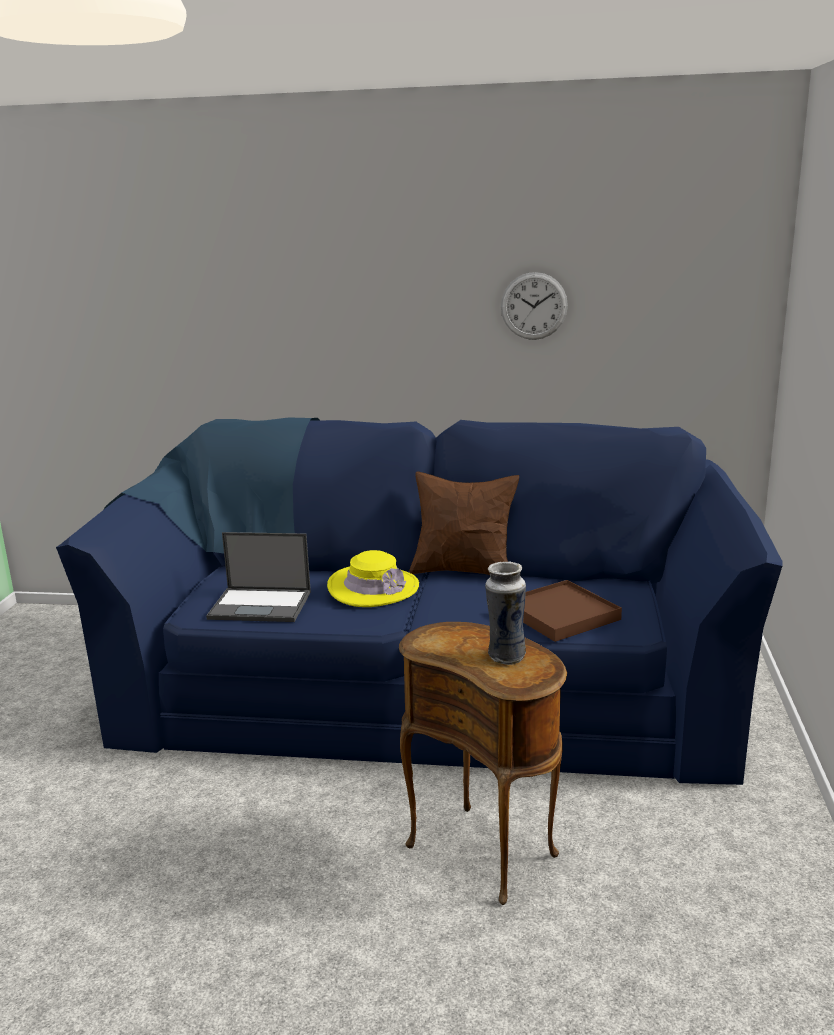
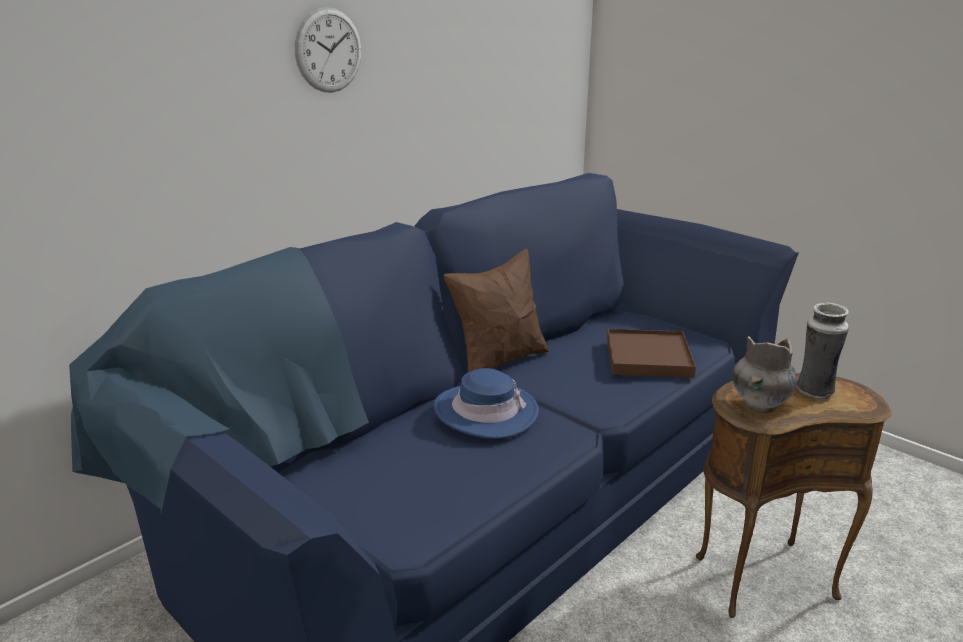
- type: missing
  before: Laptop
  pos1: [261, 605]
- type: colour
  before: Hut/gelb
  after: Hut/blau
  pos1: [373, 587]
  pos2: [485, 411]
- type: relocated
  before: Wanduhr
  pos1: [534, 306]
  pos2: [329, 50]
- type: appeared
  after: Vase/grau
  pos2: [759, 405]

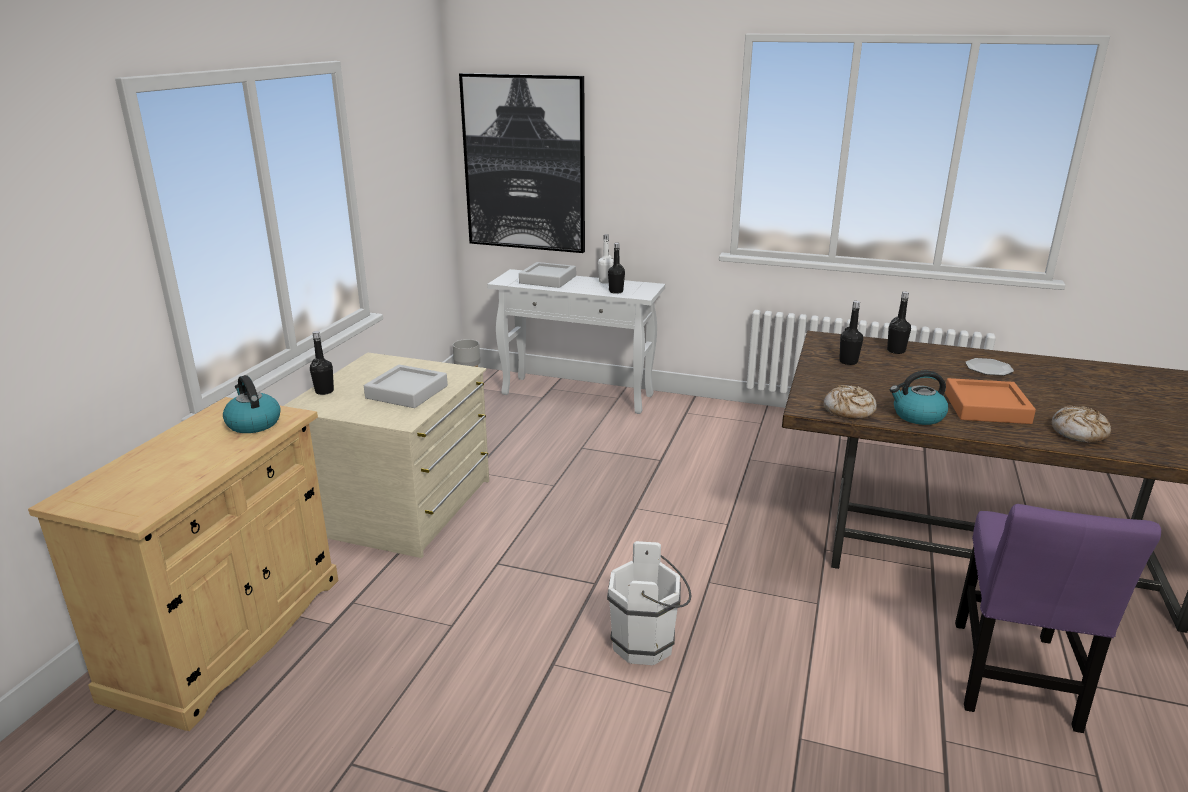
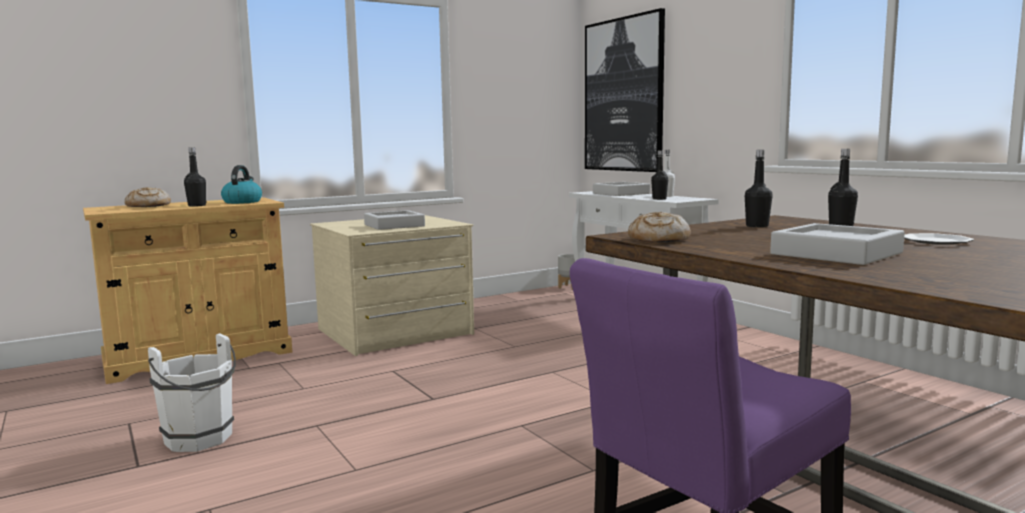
- type: relocated
  before: Flasche/schwarz
  pos1: [324, 391]
  pos2: [197, 205]
- type: relocated
  before: Eimer/weiß
  pos1: [648, 645]
  pos2: [200, 440]
- type: missing
  before: Wasserkessel
  pos1: [917, 416]
- type: colour
  before: Tablett/orange
  after: Tablett/grau
  pos1: [986, 408]
  pos2: [836, 253]
- type: relocated
  before: Brot
  pos1: [1078, 433]
  pos2: [148, 206]

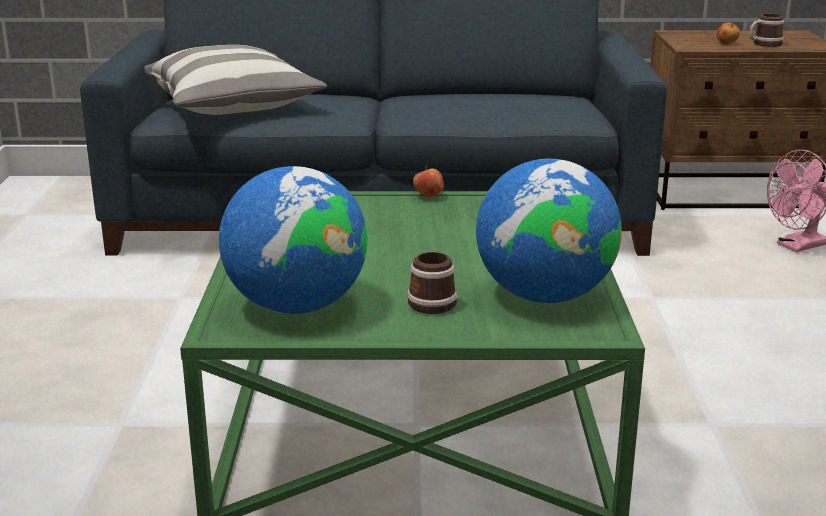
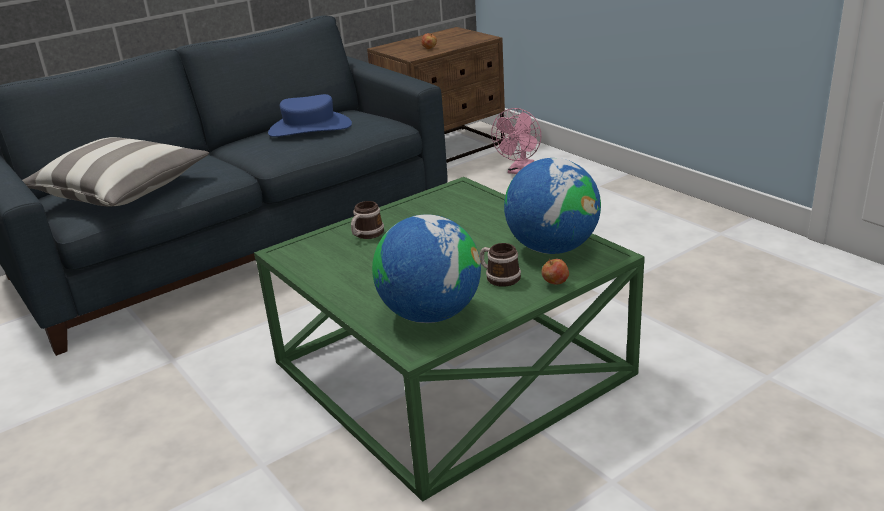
- type: relocated
  before: Apfel
  pos1: [428, 196]
  pos2: [555, 283]
- type: relocated
  before: Henkelbecher
  pos1: [763, 44]
  pos2: [366, 235]
- type: appeared
  after: Hut/blau
  pos2: [310, 128]

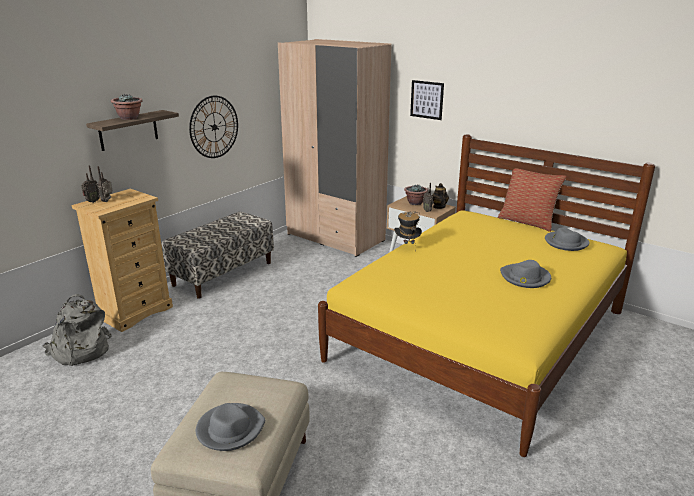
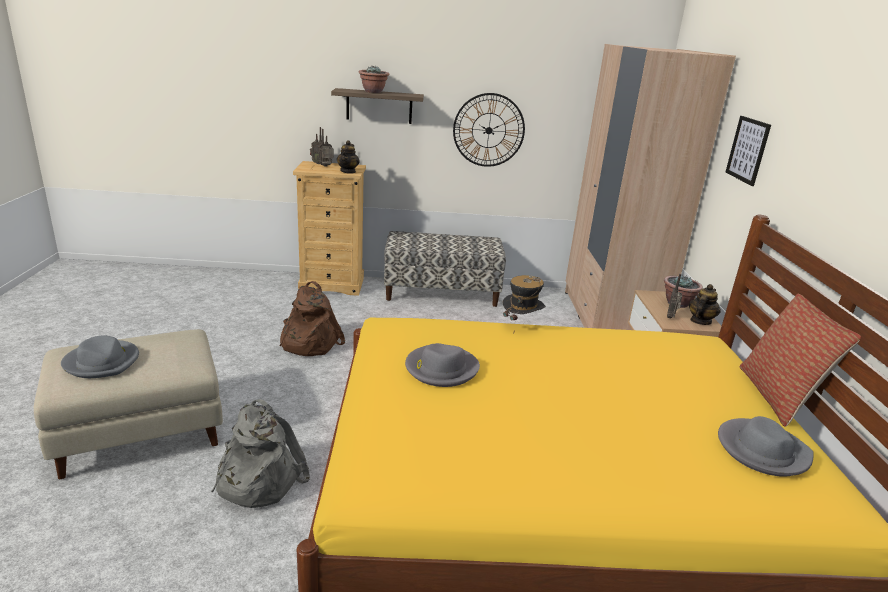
- type: relocated
  before: Rucksack/grau
  pos1: [80, 351]
  pos2: [258, 478]
- type: relocated
  before: Hut/grau
  pos1: [525, 278]
  pos2: [441, 368]
- type: appeared
  after: Rucksack/braun
  pos2: [308, 342]
- type: appeared
  after: Teekanne
  pos2: [348, 171]

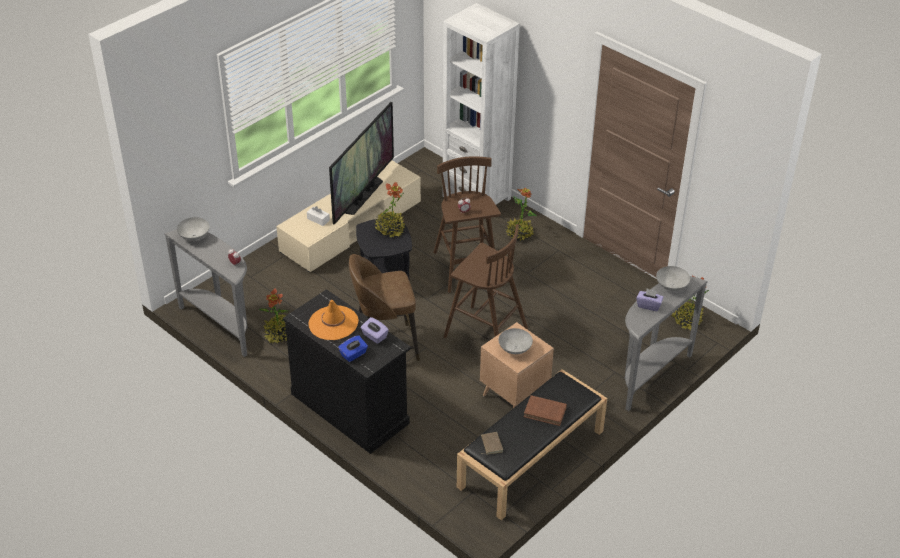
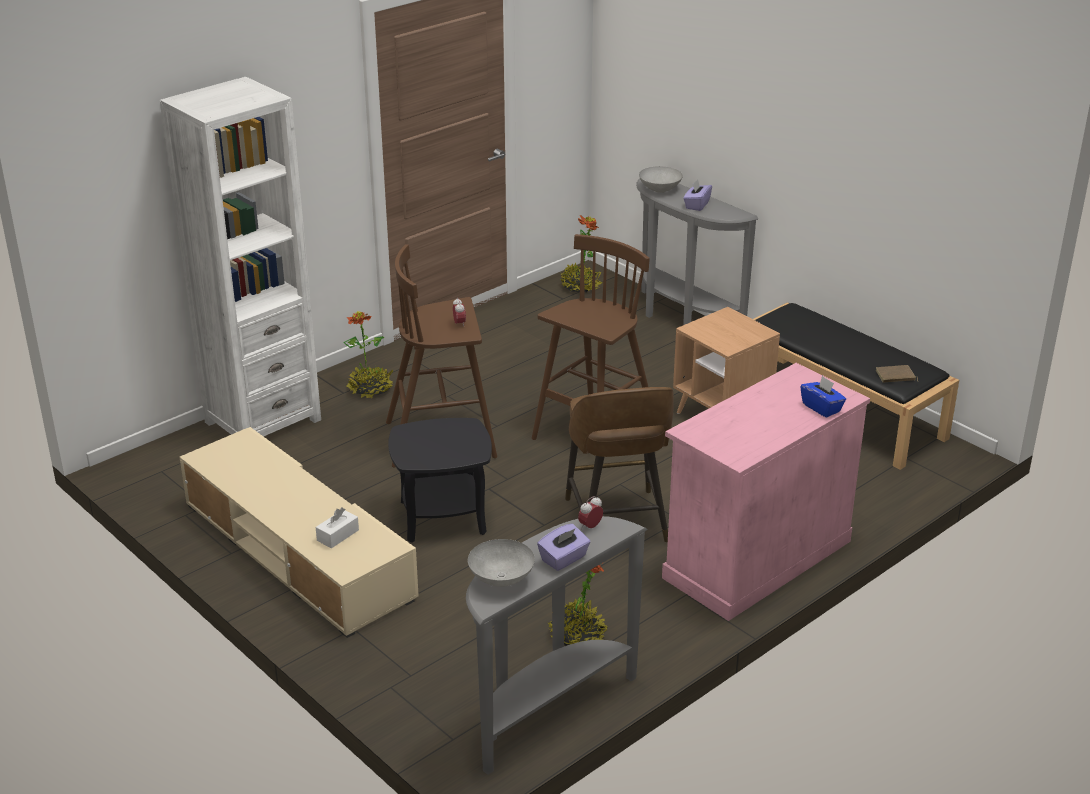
- type: colour
  before: Schrank/schwarz
  after: Schrank/rosa
  pos1: [350, 408]
  pos2: [757, 559]
- type: missing
  before: Hut/orange
  pos1: [333, 323]
- type: missing
  before: Fernseher
  pos1: [362, 196]
- type: relocated
  before: Taschentuchbox/lila
  pos1: [374, 336]
  pos2: [564, 559]
- type: missing
  before: Topfpflanze
  pos1: [390, 229]
- type: missing
  before: Schüssel/grau
  pos1: [514, 349]
- type: missing
  before: Buch/braun
  pos1: [546, 412]

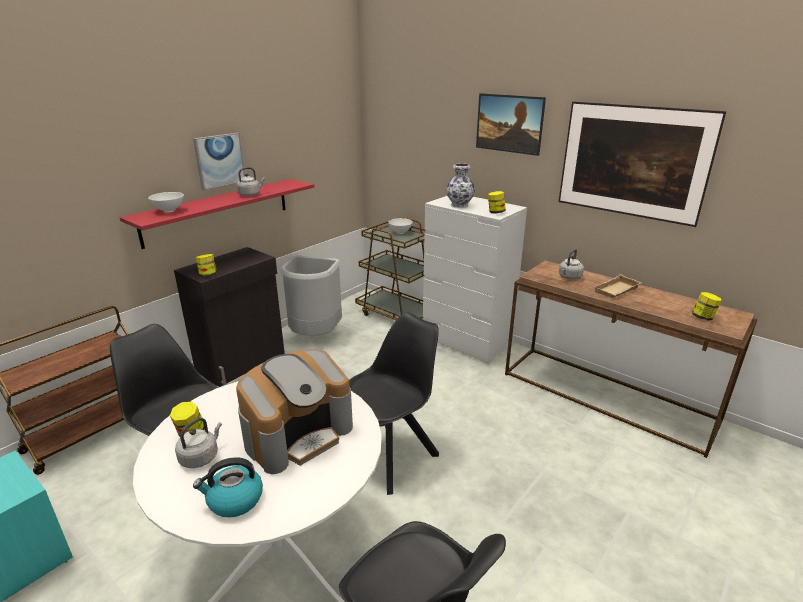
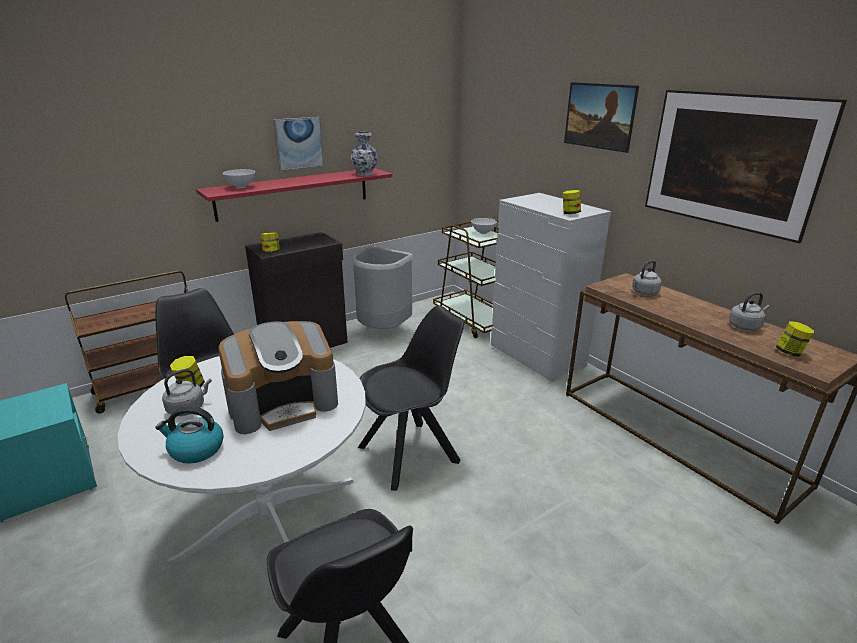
- type: relocated
  before: Wasserkessel/grau
  pos1: [250, 194]
  pos2: [745, 326]
- type: relocated
  before: Vase
  pos1: [460, 205]
  pos2: [365, 174]
- type: missing
  before: Tablett/beige
  pos1: [617, 290]

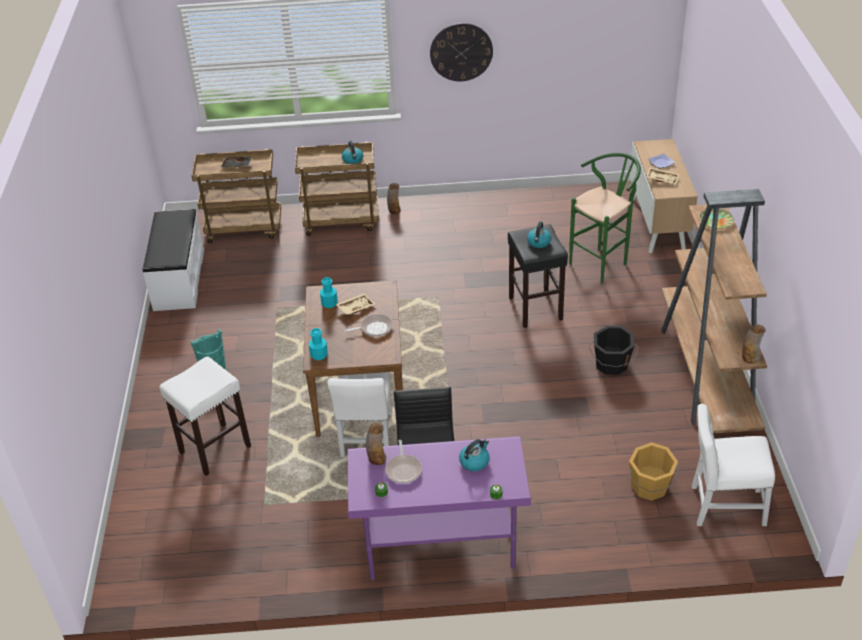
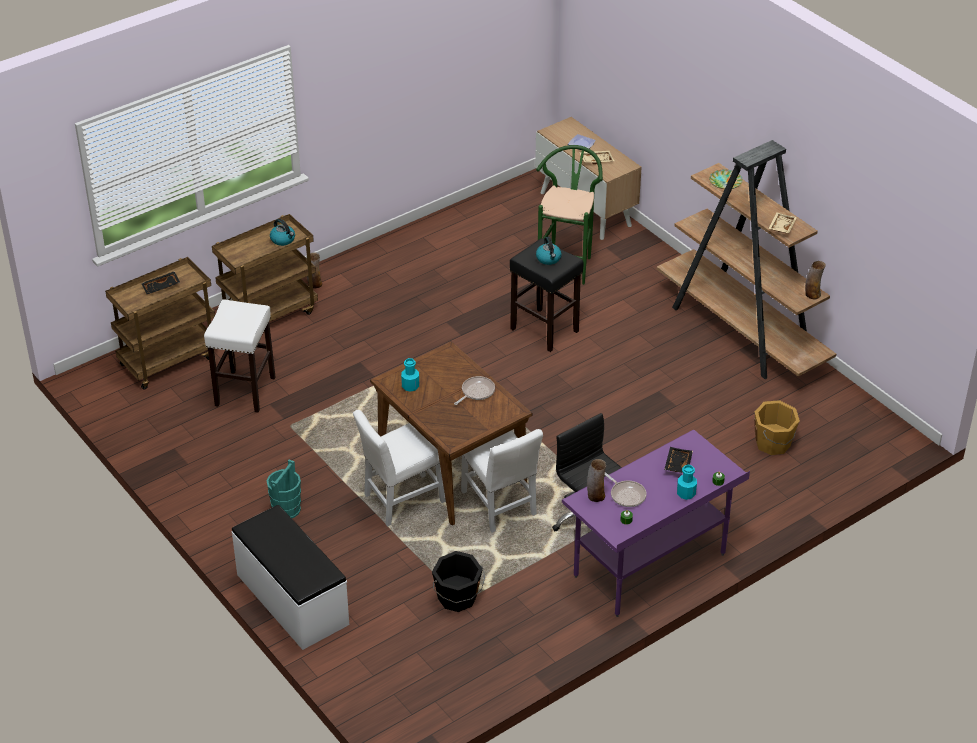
- type: relocated
  before: Bank/weiß
  pos1: [178, 279]
  pos2: [291, 600]
- type: relocated
  before: Hocker/weiß
  pos1: [214, 449]
  pos2: [245, 392]
- type: relocated
  before: Flasche/türkis
  pos1: [319, 355]
  pos2: [686, 493]
- type: relocated
  before: Tablett/beige
  pos1: [355, 307]
  pos2: [781, 227]
- type: missing
  before: Wanduhr
  pos1: [461, 52]
- type: exchanged
  before: Wasserkessel
  after: Tablett/schwarz
  pos1: [474, 461]
  pos2: [677, 464]
- type: relocated
  before: Eimer/schwarz
  pos1: [611, 364]
  pos2: [457, 598]
- type: relocated
  before: Stuhl/weiß
  pos1: [723, 506]
  pos2: [401, 501]

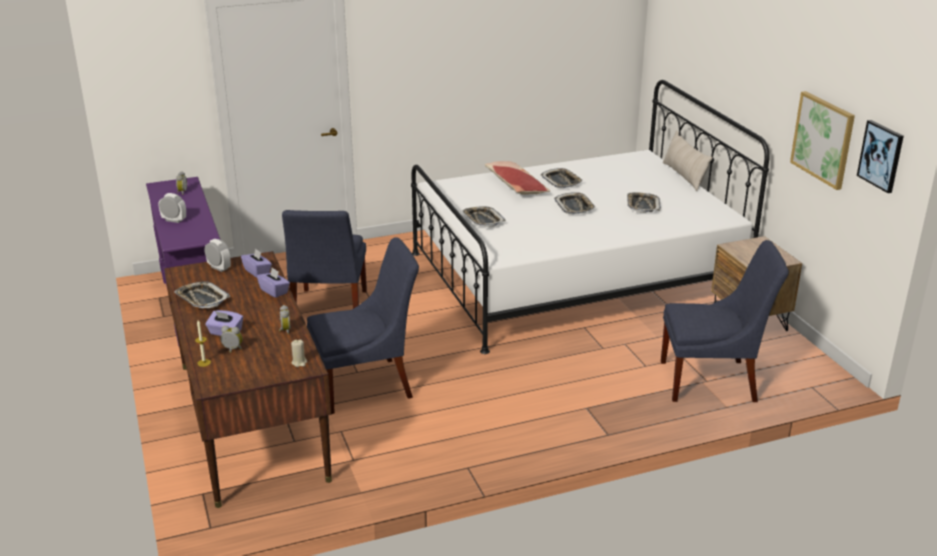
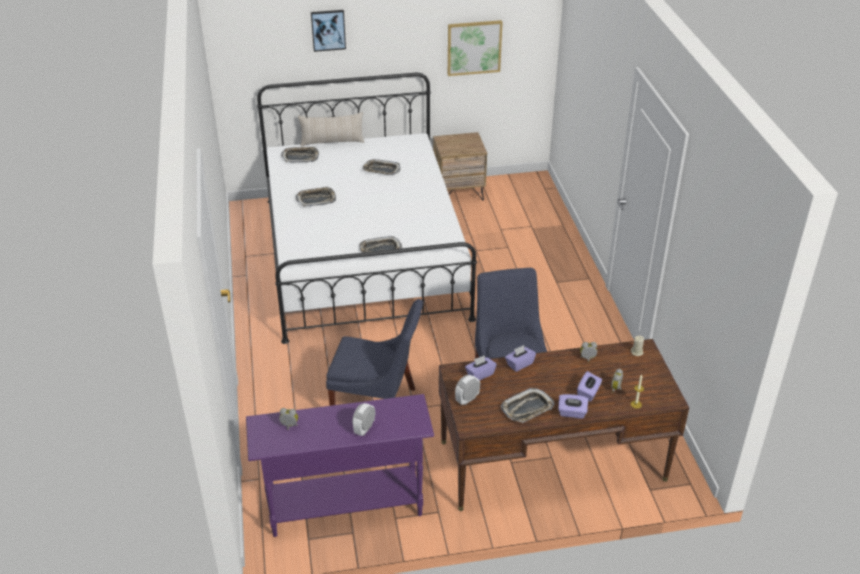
- type: missing
  before: Kissen
  pos1: [516, 186]
- type: relocated
  before: Tablett
  pos1: [574, 207]
  pos2: [300, 157]
- type: missing
  before: Stuhl/blau
  pos1: [713, 381]
- type: relocated
  before: Bild
  pos1: [881, 156]
  pos2: [328, 30]
- type: appeared
  after: Taschentuchbox/lila
  pos2: [572, 413]

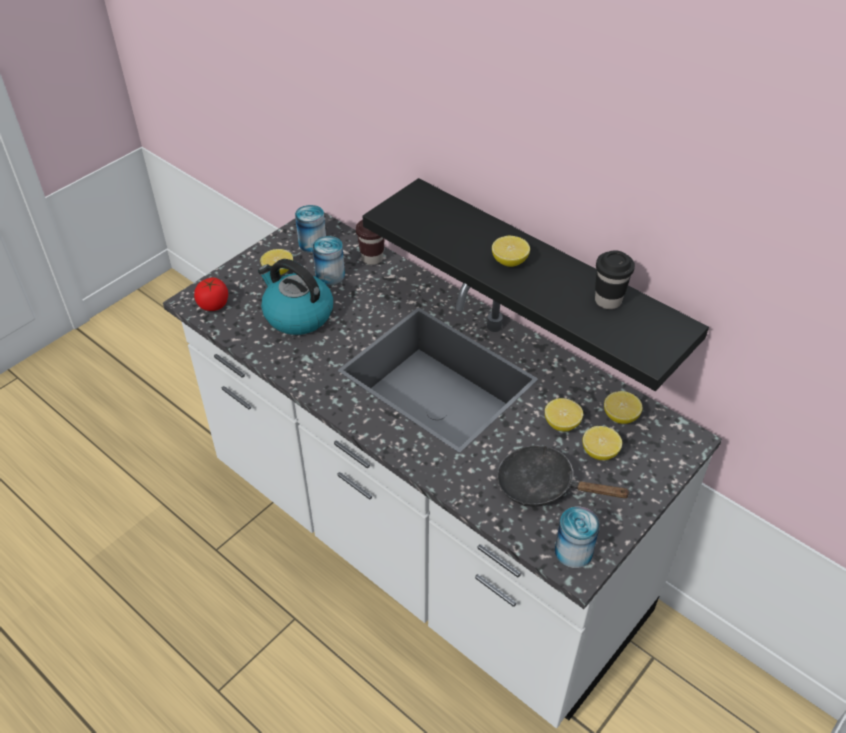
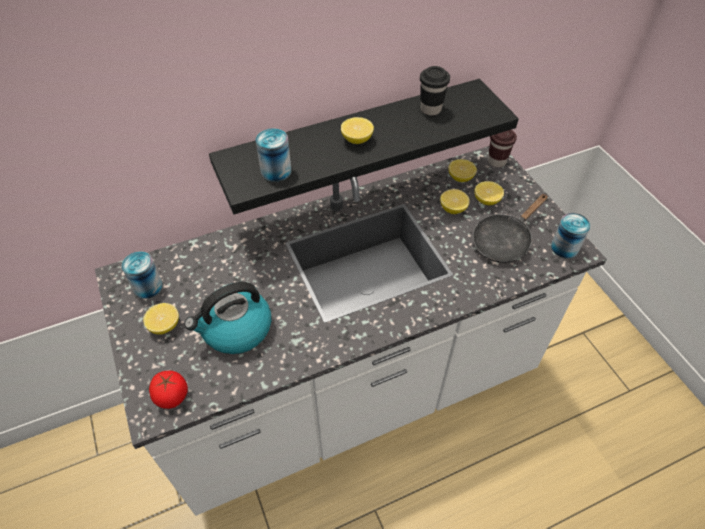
- type: relocated
  before: Dose
  pos1: [330, 275]
  pos2: [276, 171]
- type: relocated
  before: Tasse/braun
  pos1: [372, 258]
  pos2: [496, 161]

